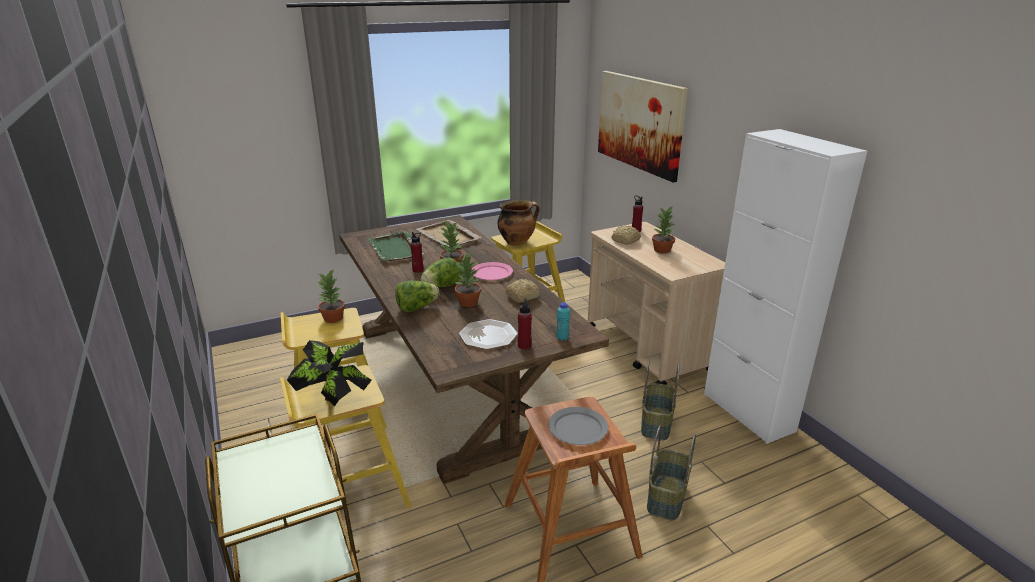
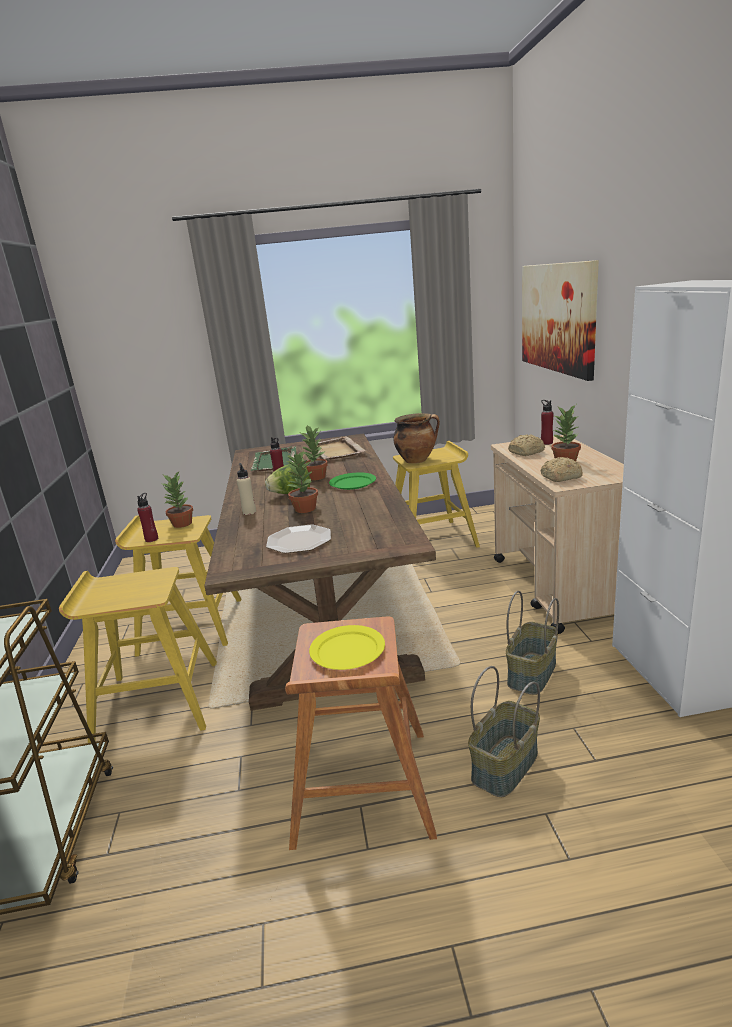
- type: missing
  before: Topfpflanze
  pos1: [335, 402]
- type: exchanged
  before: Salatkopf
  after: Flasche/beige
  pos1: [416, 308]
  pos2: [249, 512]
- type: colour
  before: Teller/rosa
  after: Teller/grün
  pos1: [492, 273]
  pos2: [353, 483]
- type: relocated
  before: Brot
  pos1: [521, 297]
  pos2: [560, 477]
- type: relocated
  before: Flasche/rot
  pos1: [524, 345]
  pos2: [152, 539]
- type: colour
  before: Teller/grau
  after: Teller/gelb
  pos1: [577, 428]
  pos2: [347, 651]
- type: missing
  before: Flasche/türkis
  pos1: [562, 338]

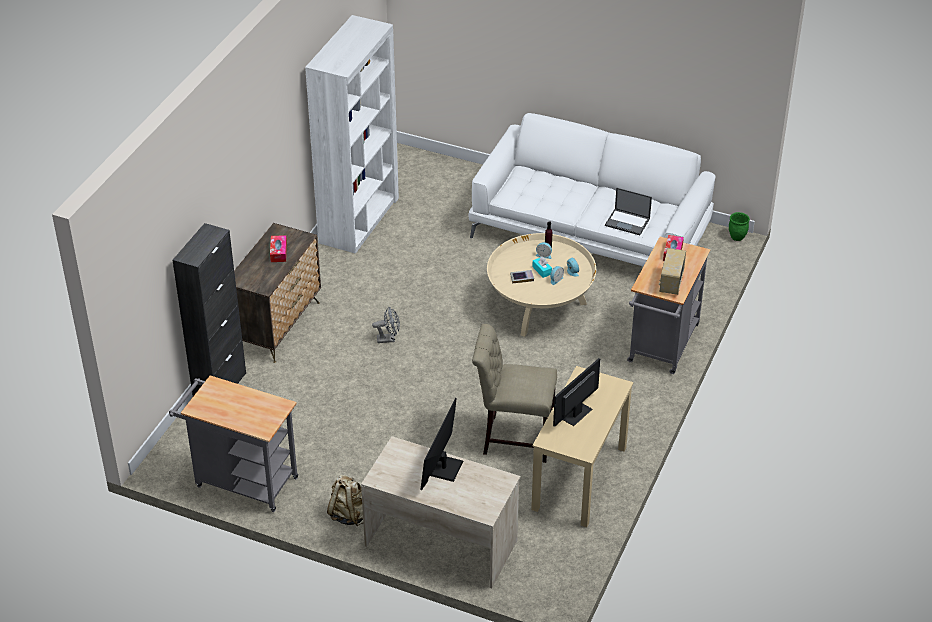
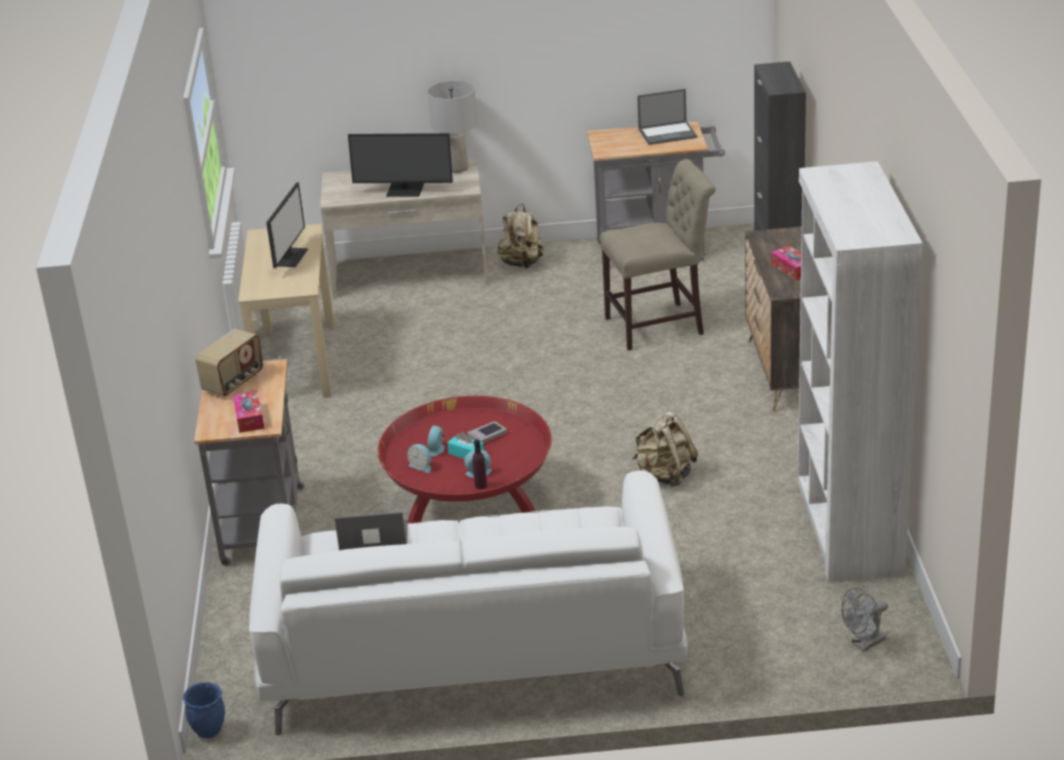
- type: relocated
  before: Ventilator/grau
  pos1: [388, 339]
  pos2: [864, 644]
- type: spun
  before: Monitor
  pos1: [443, 467]
  pos2: [405, 190]
  turn: 105
- type: relocated
  before: Stuhl/beige
  pos1: [513, 438]
  pos2: [660, 325]
- type: colour
  before: Couchtisch/beige
  after: Couchtisch/rot
  pos1: [540, 307]
  pos2: [470, 510]
- type: spun
  before: Radio
  pos1: [671, 283]
  pos2: [234, 382]
  turn: 45
- type: colour
  before: Pflanzkübel/grün
  after: Pflanzkübel/blau
  pos1: [737, 237]
  pos2: [209, 732]
- type: appeared
  after: Tischlampe/grau
  pos2: [458, 168]
- type: appeared
  after: Rucksack/beige
  pos2: [665, 476]
- type: appeared
  after: Laptop
  pos2: [668, 133]

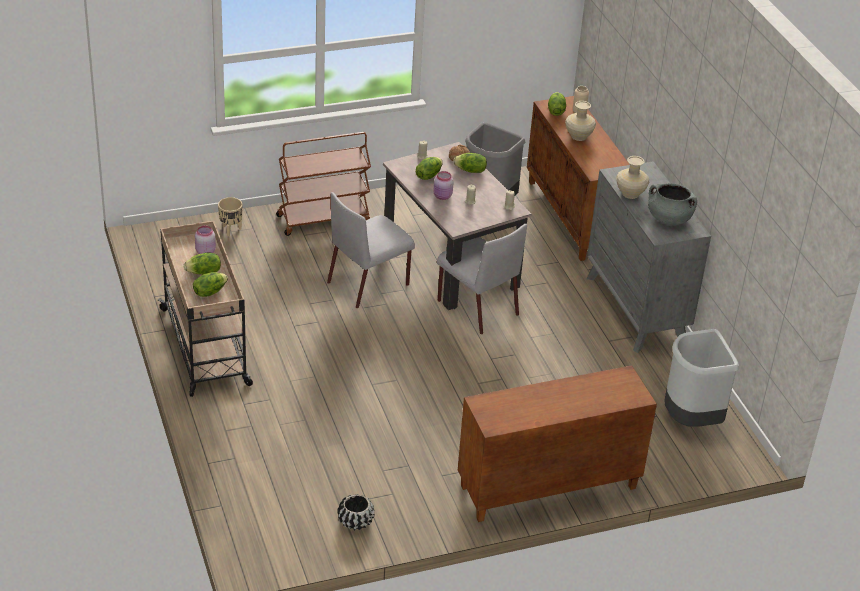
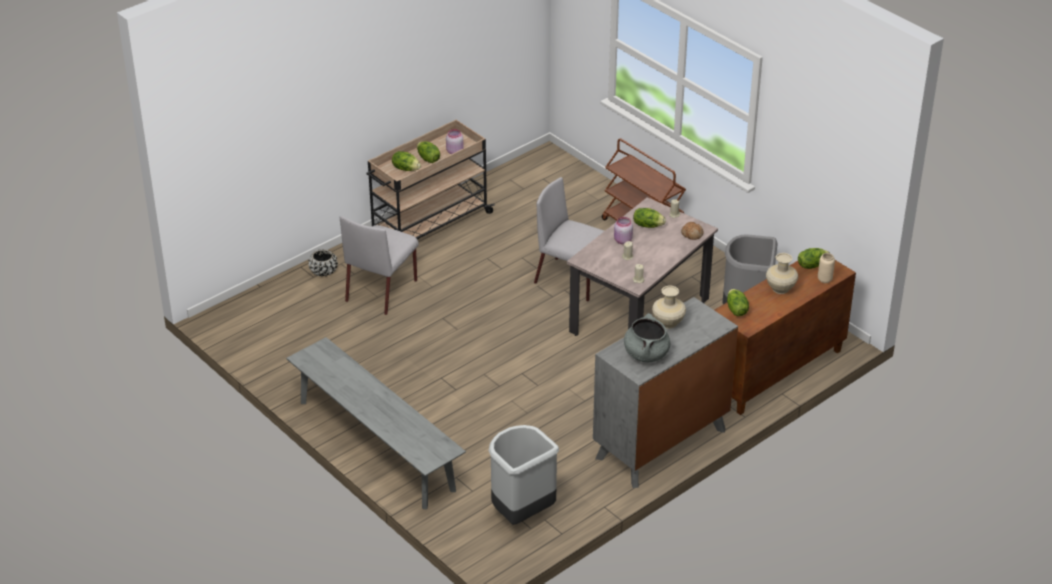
- type: missing
  before: Pflanzkübel/beige
  pos1: [230, 230]
- type: relocated
  before: Pflanzkübel/schwarz
  pos1: [355, 521]
  pos2: [323, 271]
- type: relocated
  before: Stuhl/grau
  pos1: [476, 307]
  pos2: [382, 290]
- type: relocated
  before: Salatkopf
  pos1: [470, 171]
  pos2: [736, 310]
- type: exchanged
  before: Schrank/braun
  after: Bank/grau
  pos1: [547, 488]
  pos2: [376, 445]

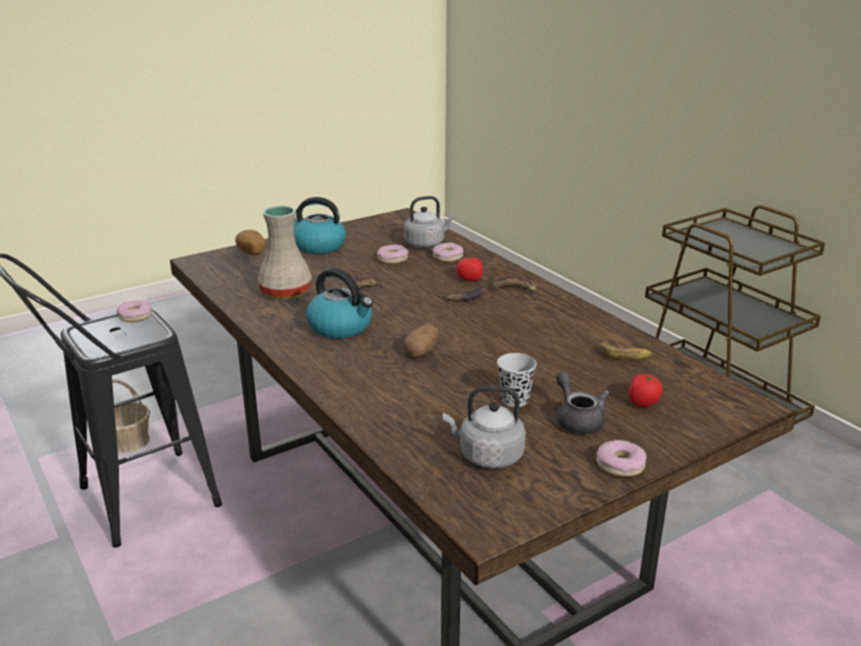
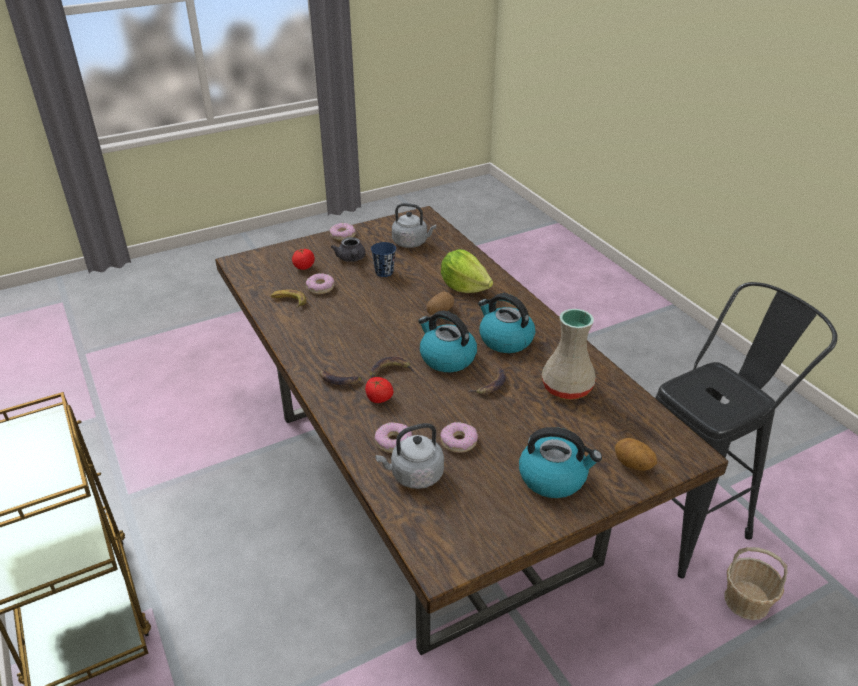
- type: relocated
  before: Donut
  pos1: [135, 316]
  pos2: [320, 288]
- type: colour
  before: Tasse/schwarz
  after: Tasse/blau
  pos1: [514, 400]
  pos2: [384, 272]
- type: appeared
  after: Wasserkessel
  pos2: [446, 358]
- type: appeared
  after: Salatkopf
  pos2: [464, 287]

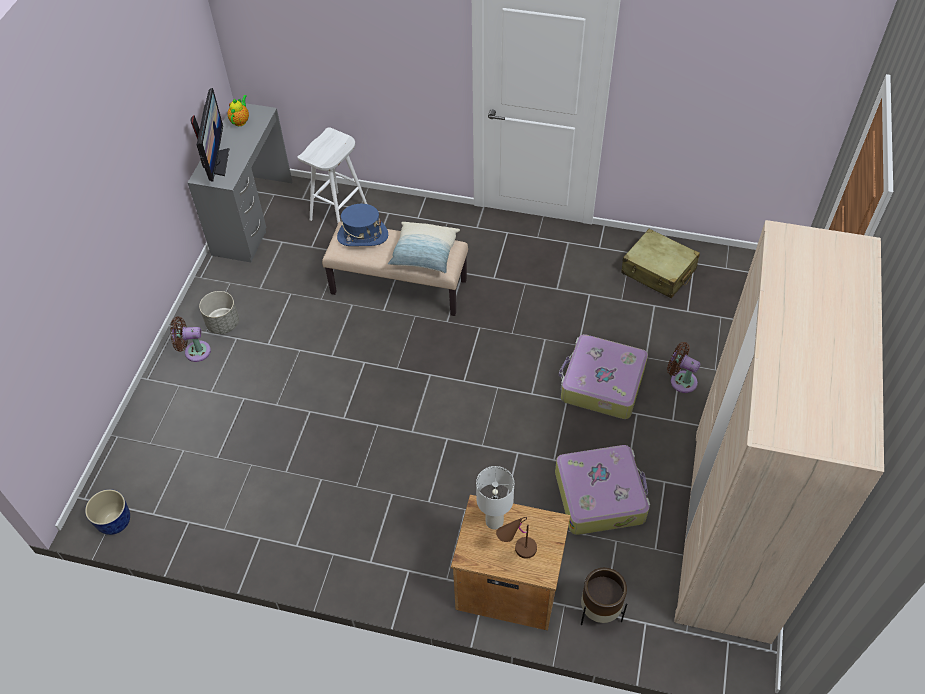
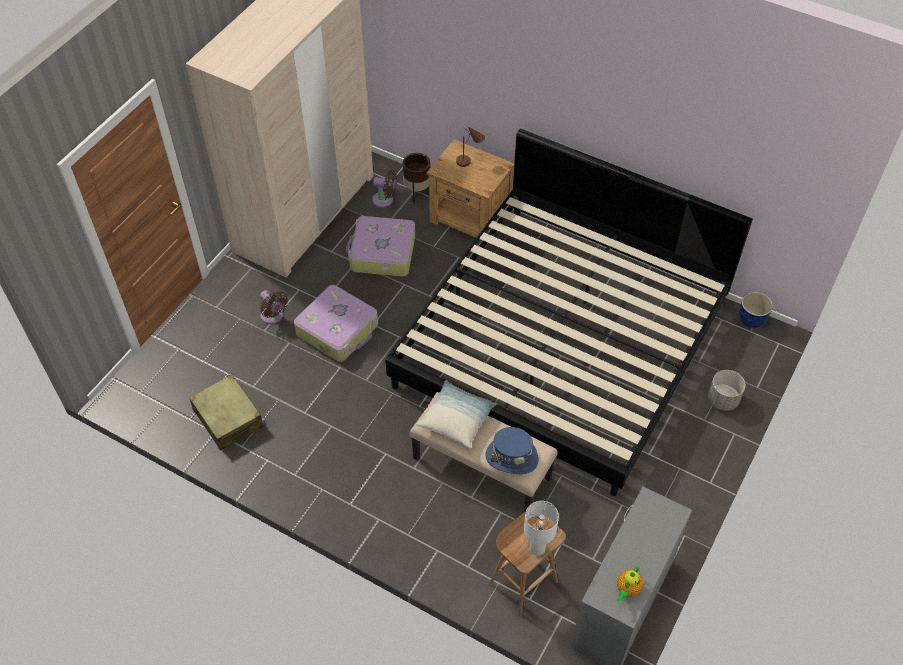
- type: relocated
  before: Ventilator/braun
  pos1: [194, 351]
  pos2: [385, 200]
- type: missing
  before: Monitor
  pos1: [216, 162]
- type: relocated
  before: Pflanzkübel/grau
  pos1: [223, 324]
  pos2: [723, 400]
- type: colour
  before: Hocker/weiß
  after: Hocker/braun
  pos1: [339, 213]
  pos2: [523, 582]
- type: relocated
  before: Tischlampe/weiß
  pos1: [495, 521]
  pos2: [536, 548]
- type: appeared
  after: Bett
  pos2: [561, 343]

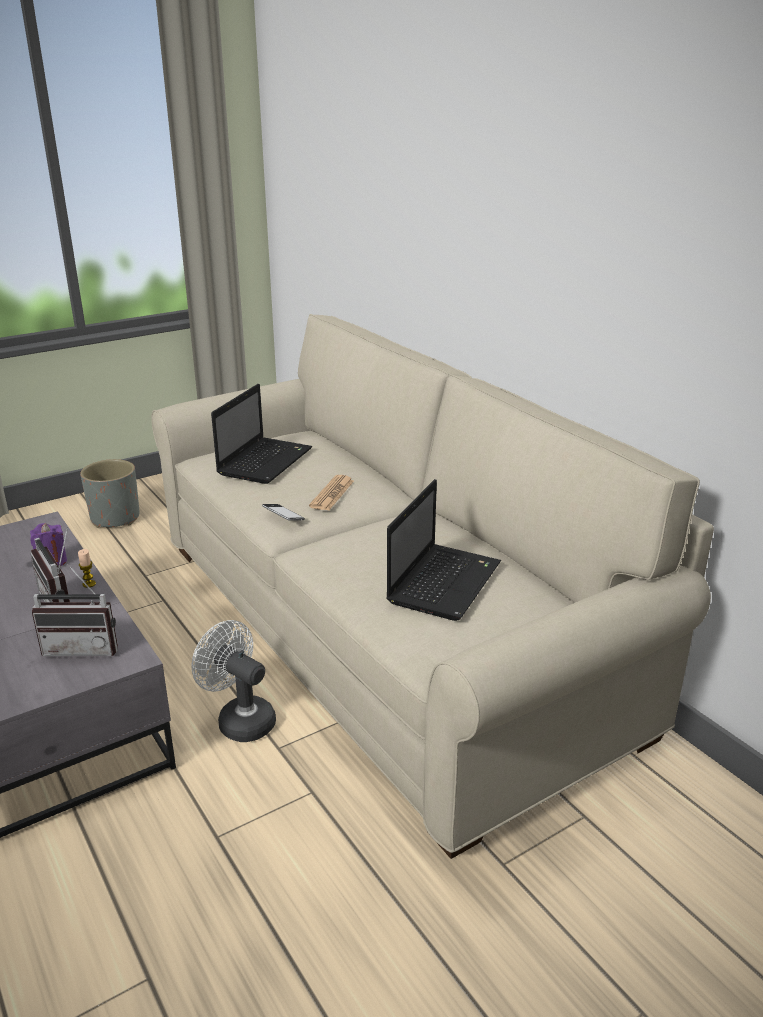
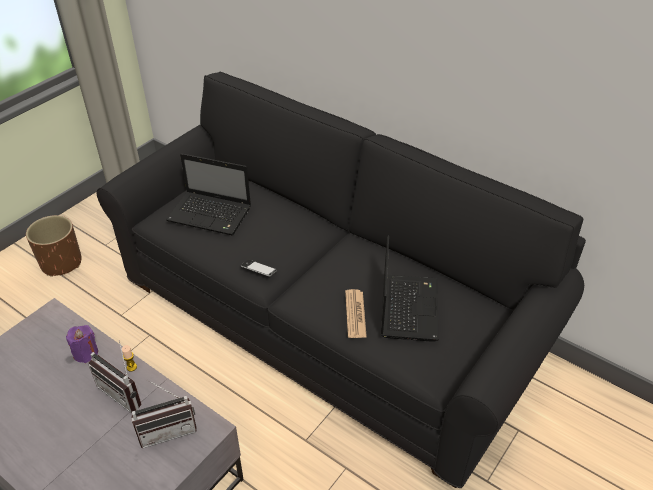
- type: colour
  before: Pflanzkübel/grau
  after: Pflanzkübel/braun
  pos1: [115, 518]
  pos2: [61, 263]
- type: colour
  before: Sofa/beige
  after: Sofa/schwarz
  pos1: [384, 631]
  pos2: [328, 319]
- type: missing
  before: Ventilator/weiß
  pos1: [240, 719]
- type: spun
  before: Laptop
  pos1: [265, 461]
  pos2: [211, 214]
  turn: 105
- type: relocated
  before: Zeitung
  pos1: [332, 494]
  pos2: [355, 314]

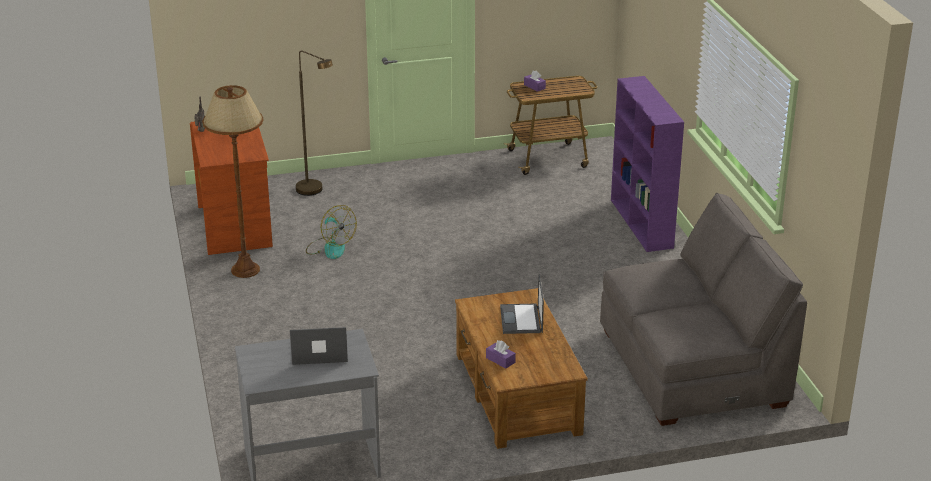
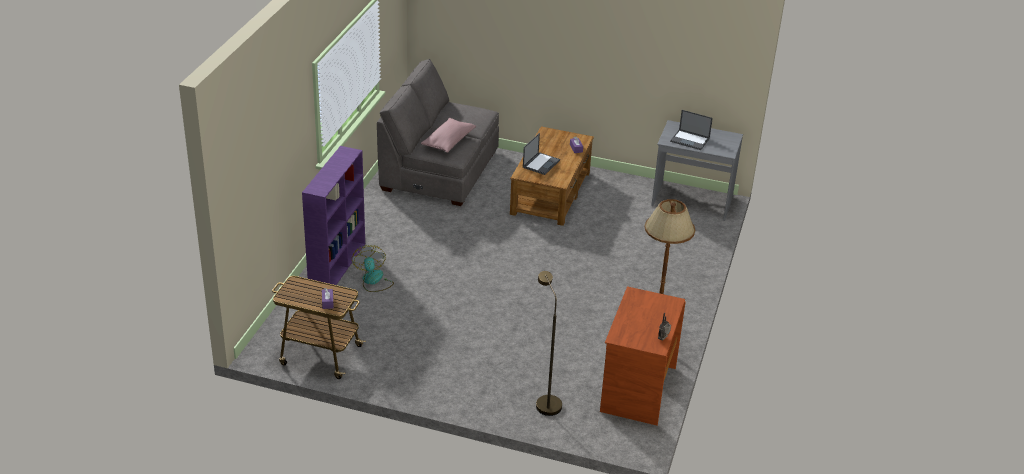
- type: relocated
  before: Ventilator
  pos1: [330, 248]
  pos2: [373, 281]
- type: appeared
  after: Kissen/rosa
  pos2: [448, 142]

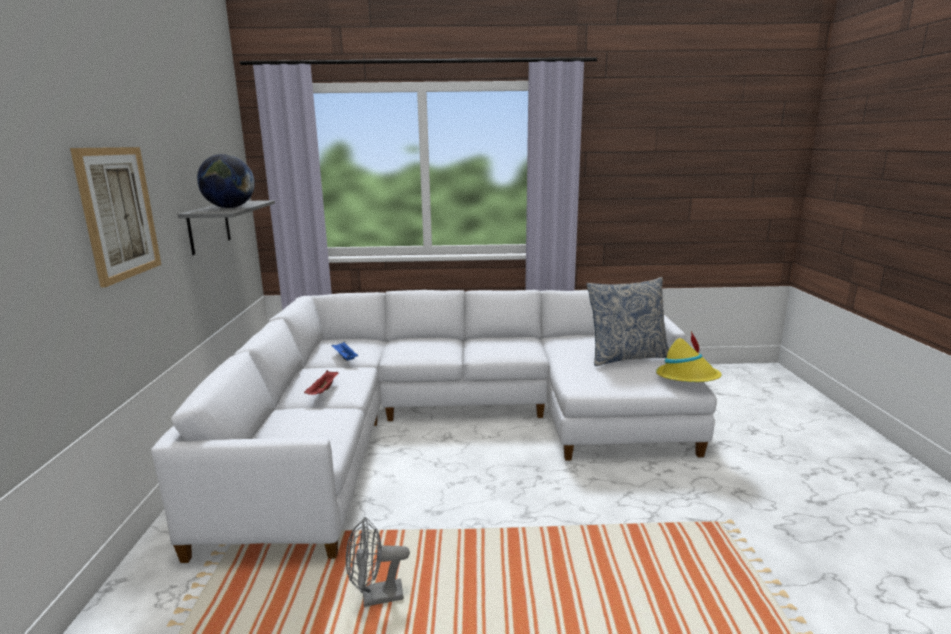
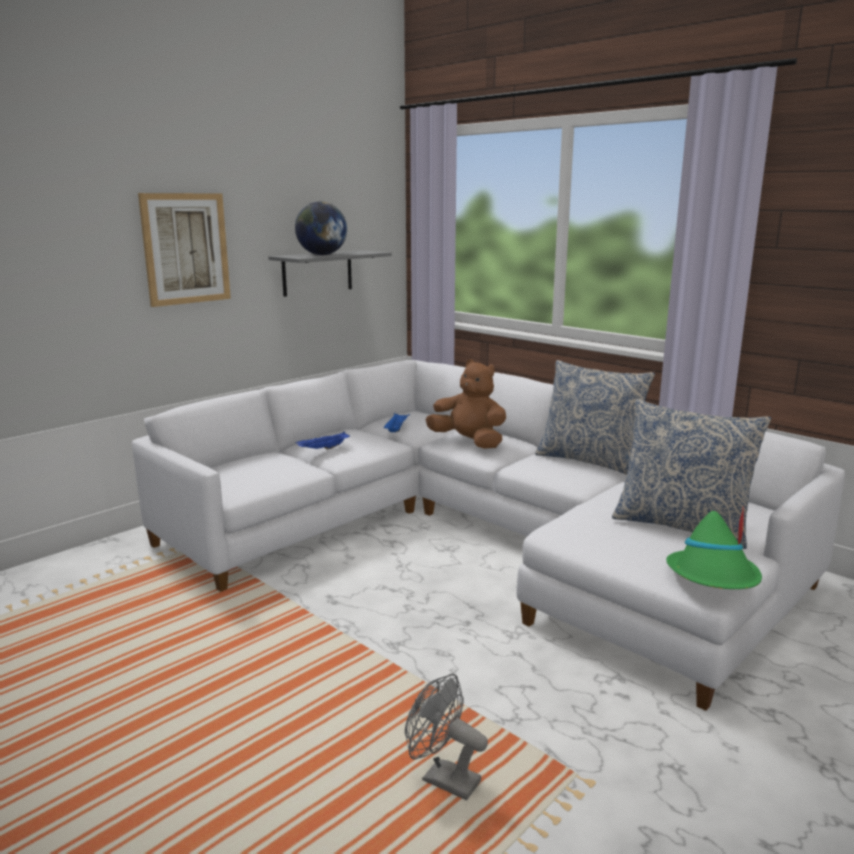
- type: colour
  before: Tablett/rot
  after: Tablett/blau
  pos1: [323, 391]
  pos2: [323, 449]
- type: relocated
  before: Ventilator/grau
  pos1: [375, 597]
  pos2: [443, 778]
- type: colour
  before: Hut/gelb
  after: Hut/grün
  pos1: [687, 377]
  pos2: [714, 576]
- type: appeared
  after: Plüschtier/braun
  pos2: [469, 442]
- type: appeared
  after: Kissen
  pos2: [589, 461]

